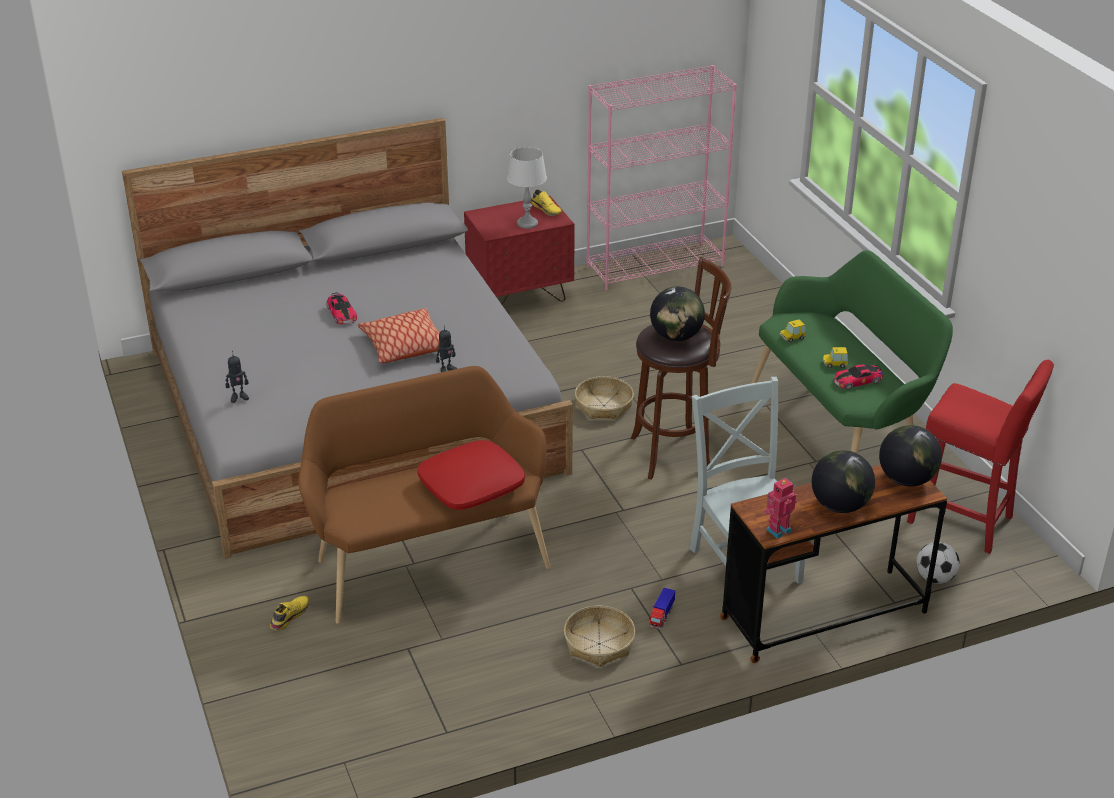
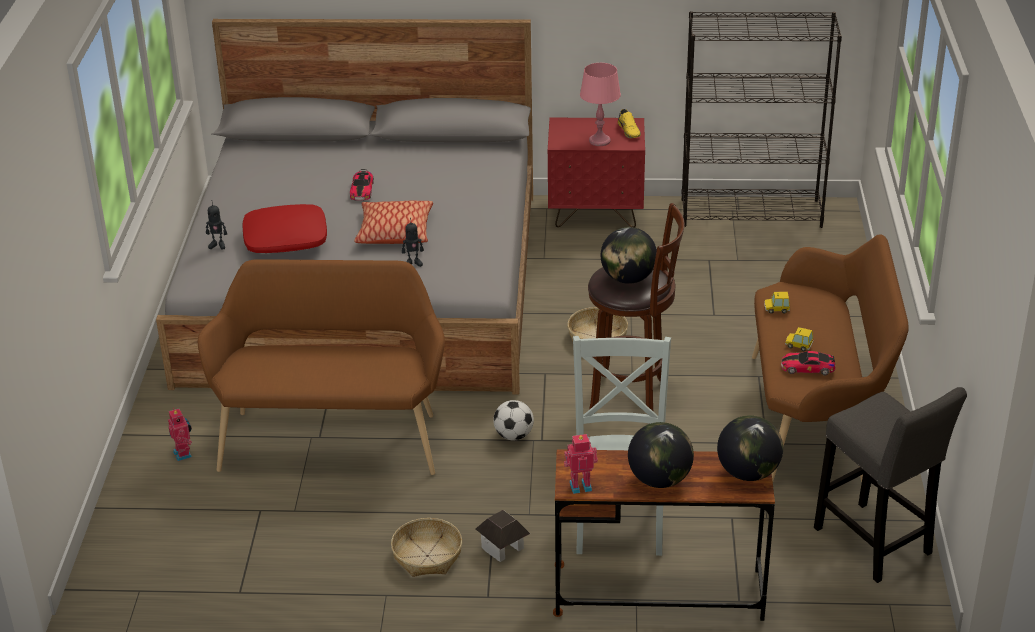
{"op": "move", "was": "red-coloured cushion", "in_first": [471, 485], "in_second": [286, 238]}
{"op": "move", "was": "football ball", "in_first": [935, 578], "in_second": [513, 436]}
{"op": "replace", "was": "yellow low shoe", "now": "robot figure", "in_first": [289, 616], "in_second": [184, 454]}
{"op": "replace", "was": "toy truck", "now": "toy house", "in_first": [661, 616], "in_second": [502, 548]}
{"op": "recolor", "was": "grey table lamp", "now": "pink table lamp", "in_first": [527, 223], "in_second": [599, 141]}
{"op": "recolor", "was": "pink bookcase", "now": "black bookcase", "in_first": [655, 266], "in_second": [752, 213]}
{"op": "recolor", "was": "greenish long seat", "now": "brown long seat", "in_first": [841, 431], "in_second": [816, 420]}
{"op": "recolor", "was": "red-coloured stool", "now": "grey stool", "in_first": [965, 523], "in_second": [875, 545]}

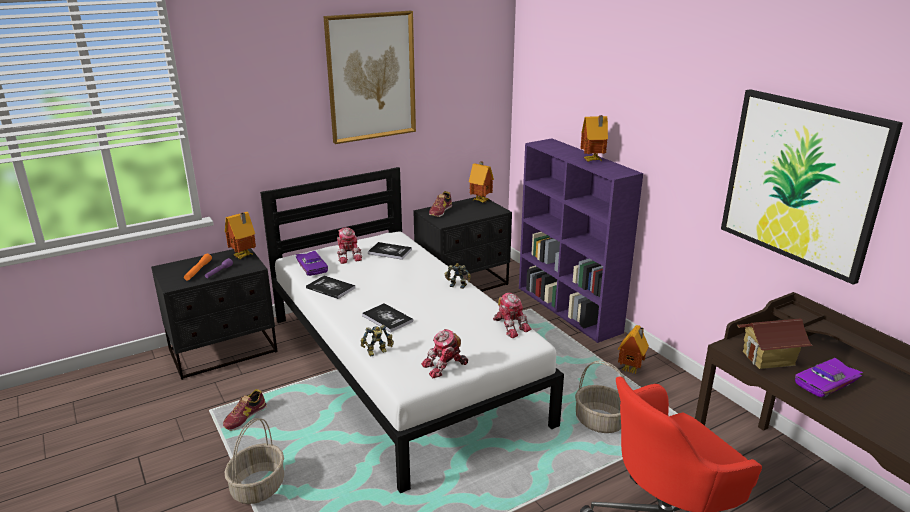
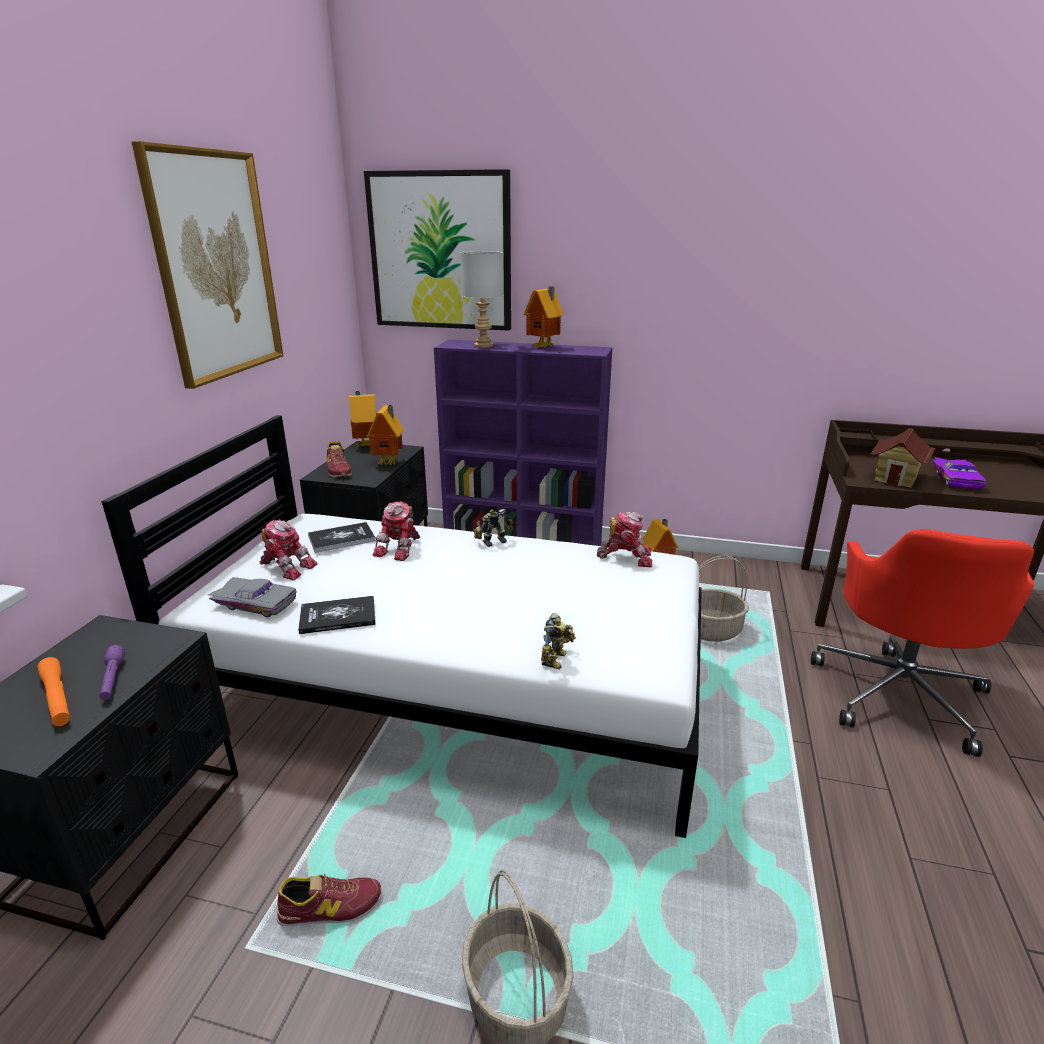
{"op": "delete", "was": "book", "in_first": [387, 318]}
{"op": "insert", "now": "grey table lamp", "in_second": [483, 345]}
{"op": "move", "was": "toy house", "in_first": [244, 256], "in_second": [389, 463]}
{"op": "move", "was": "robot figure", "in_first": [445, 366], "in_second": [400, 548]}
{"op": "move", "was": "picture", "in_first": [802, 182], "in_second": [440, 252]}
{"op": "recolor", "was": "purple miniature car", "now": "grey miniature car", "in_first": [313, 267], "in_second": [256, 602]}
{"op": "rotate", "was": "low shoe", "in_first": [245, 417], "in_second": [330, 908], "clockwise": -90}

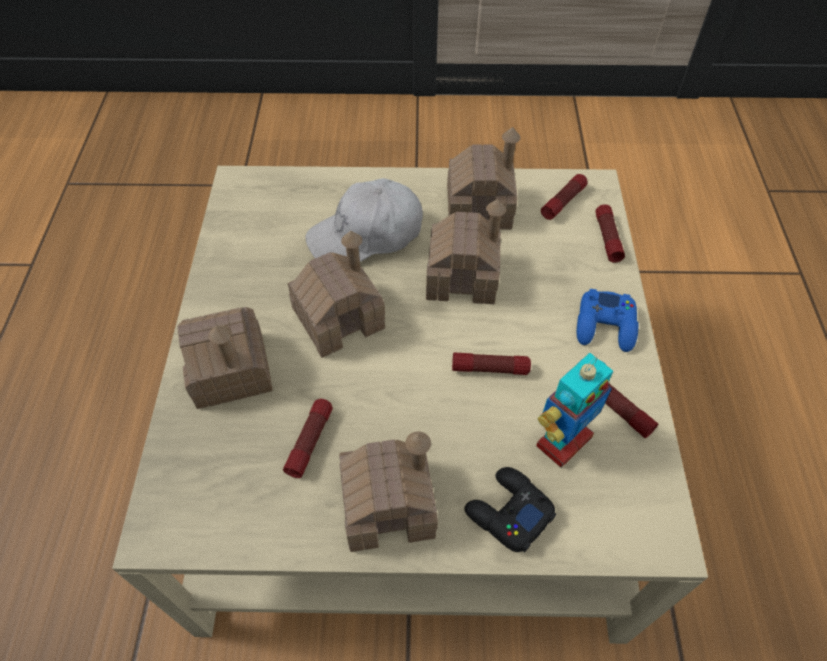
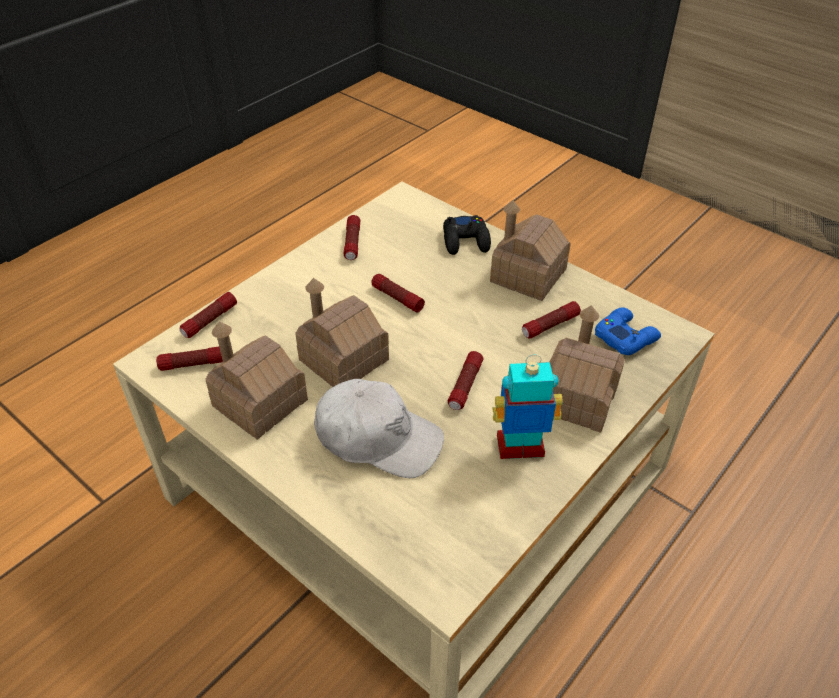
{"op": "move", "was": "robot figure", "in_first": [562, 440], "in_second": [520, 448]}
{"op": "move", "was": "blue gamepad", "in_first": [605, 326], "in_second": [625, 337]}
{"op": "replace", "was": "toy house", "now": "torch", "in_first": [338, 318], "in_second": [465, 386]}

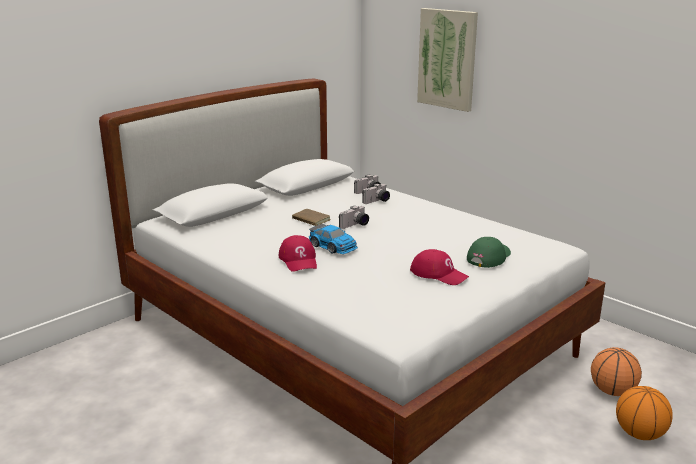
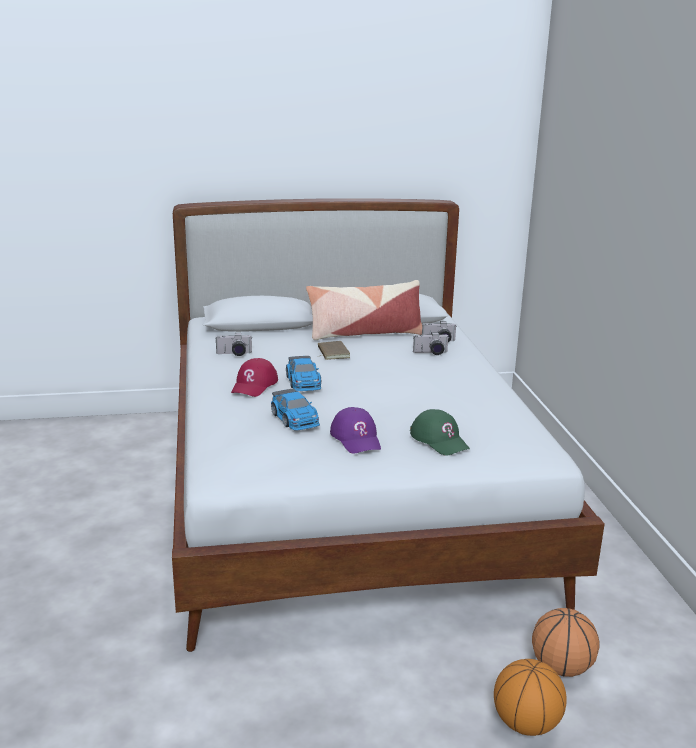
{"op": "delete", "was": "picture", "in_first": [447, 59]}
{"op": "insert", "now": "miniature car", "in_second": [295, 419]}
{"op": "insert", "now": "cushion", "in_second": [365, 333]}
{"op": "move", "was": "photo camera", "in_first": [355, 225], "in_second": [234, 354]}
{"op": "recolor", "was": "red-coloured baseball cap", "now": "purple baseball cap", "in_first": [439, 274], "in_second": [356, 438]}
{"op": "rotate", "was": "greenish baseball cap", "in_first": [489, 257], "in_second": [440, 440], "clockwise": 75}

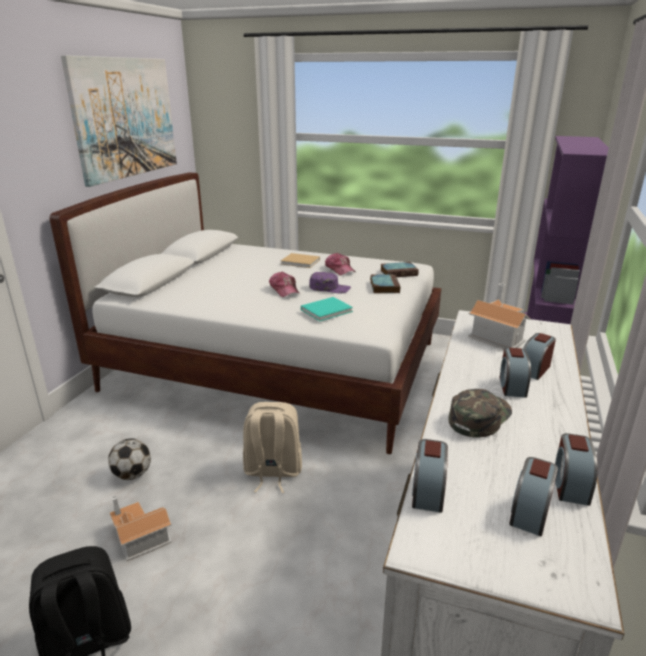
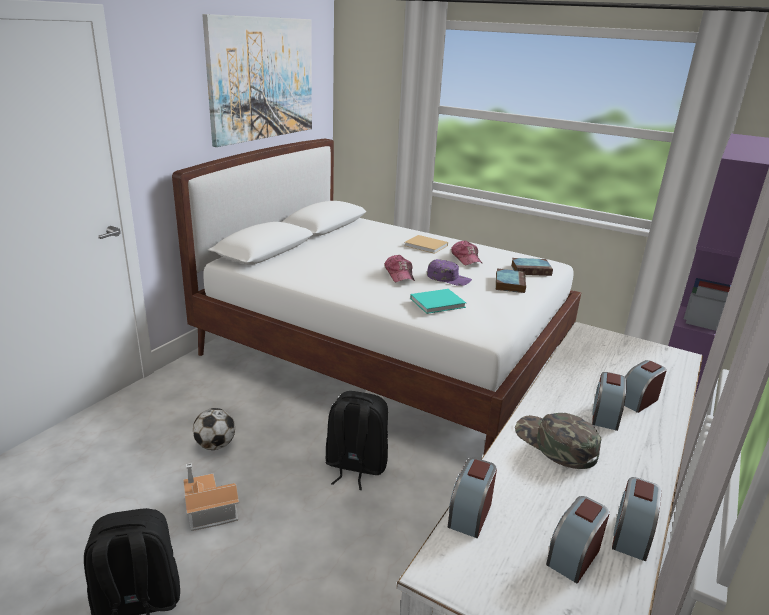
{"op": "delete", "was": "toy house", "in_first": [496, 334]}
{"op": "recolor", "was": "sand-coloured rucksack", "now": "black rucksack", "in_first": [272, 472], "in_second": [355, 466]}
{"op": "rotate", "was": "greenish baseball cap", "in_first": [479, 417], "in_second": [555, 443], "clockwise": -90}

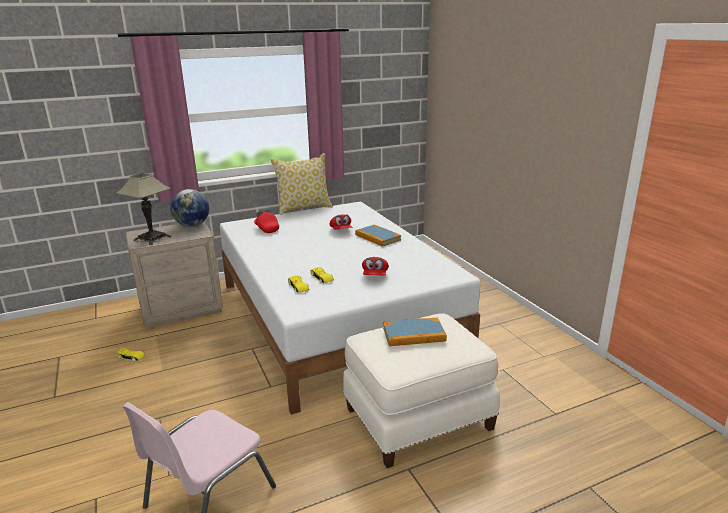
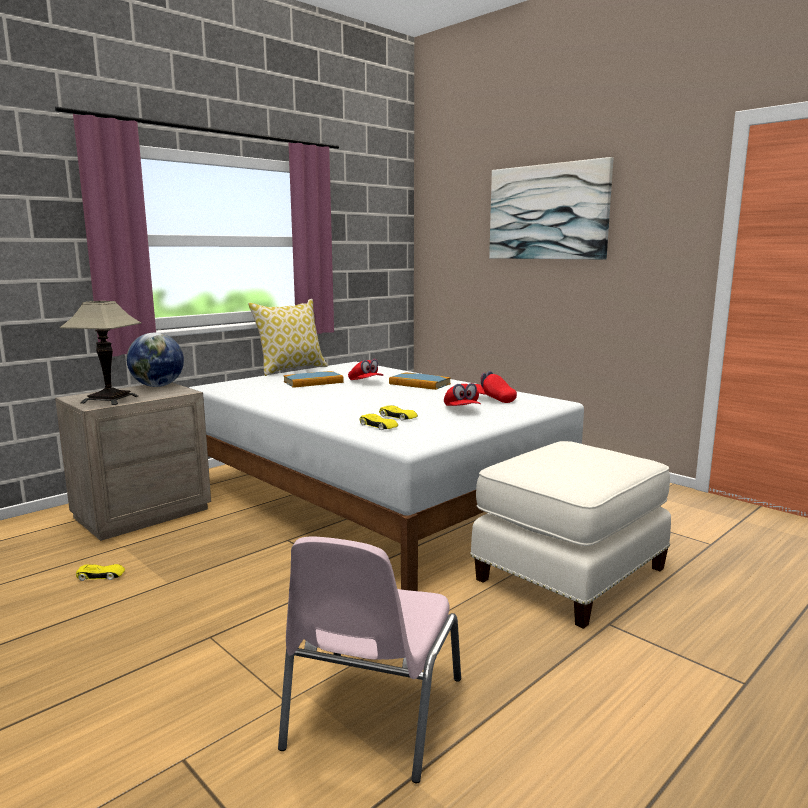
{"op": "insert", "now": "picture", "in_second": [547, 212]}
{"op": "move", "was": "red-coloured baseball cap", "in_first": [267, 229], "in_second": [493, 399]}
{"op": "move", "was": "book", "in_first": [414, 334], "in_second": [313, 382]}

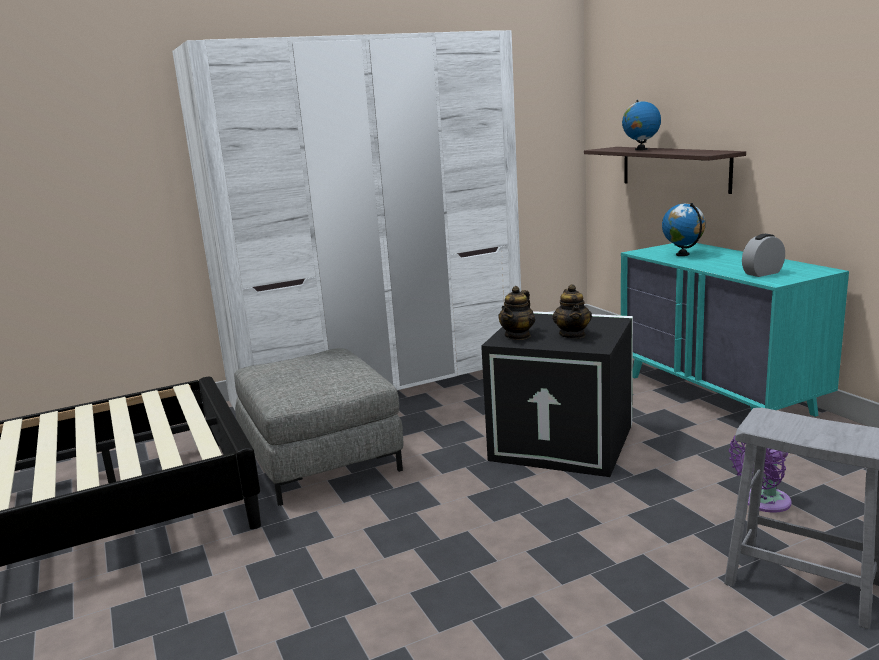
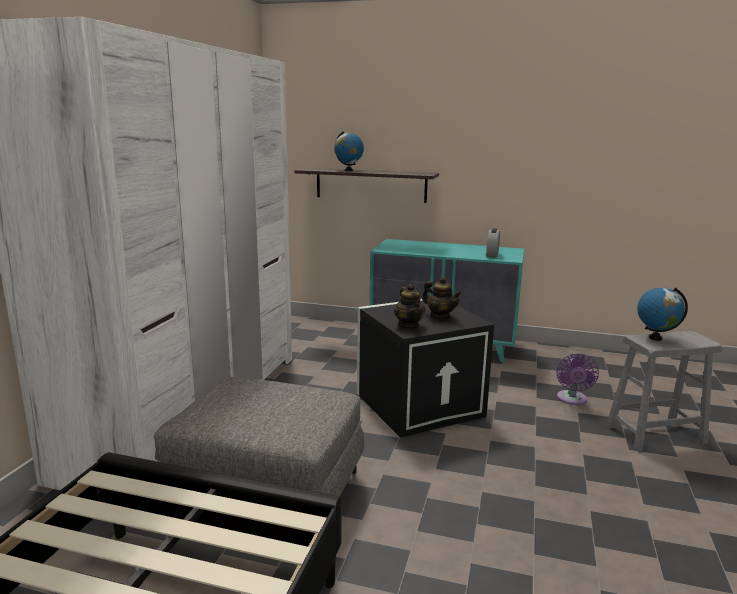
{"op": "move", "was": "world globe", "in_first": [682, 254], "in_second": [655, 338]}

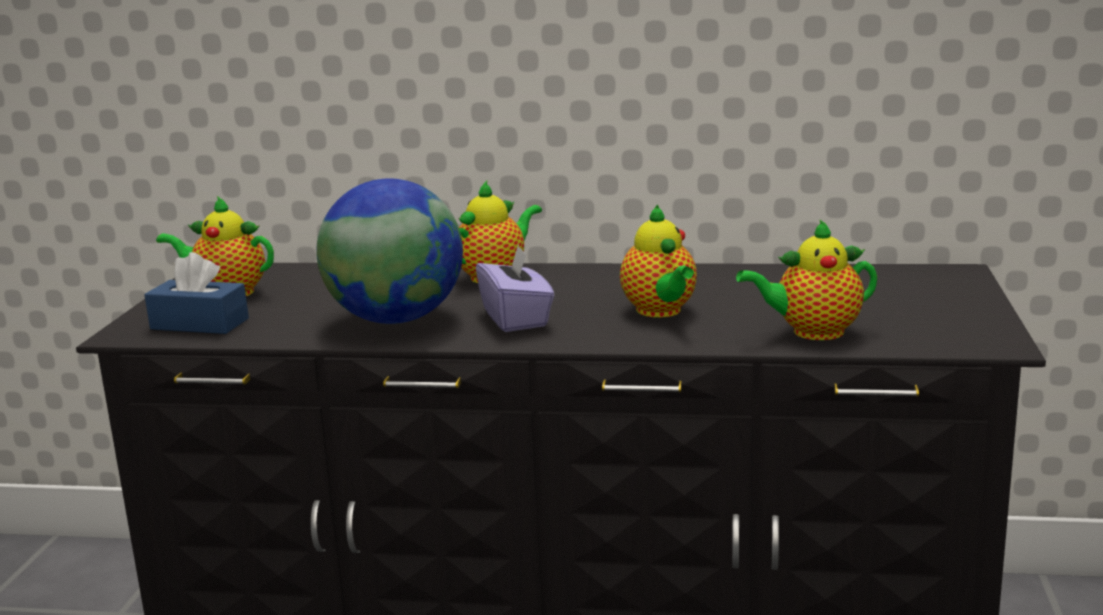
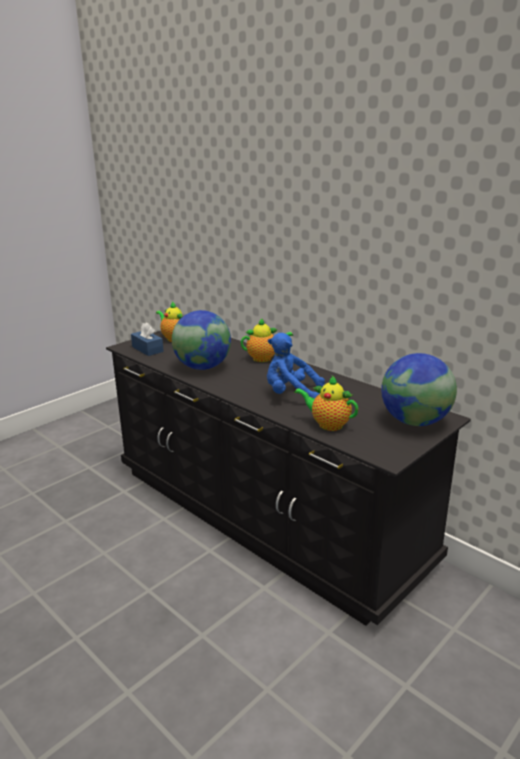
{"op": "delete", "was": "purple tissue holder", "in_first": [516, 318]}
{"op": "insert", "now": "world globe", "in_second": [415, 421]}
{"op": "replace", "was": "tea pot", "now": "blue plush toy", "in_first": [660, 311], "in_second": [291, 395]}

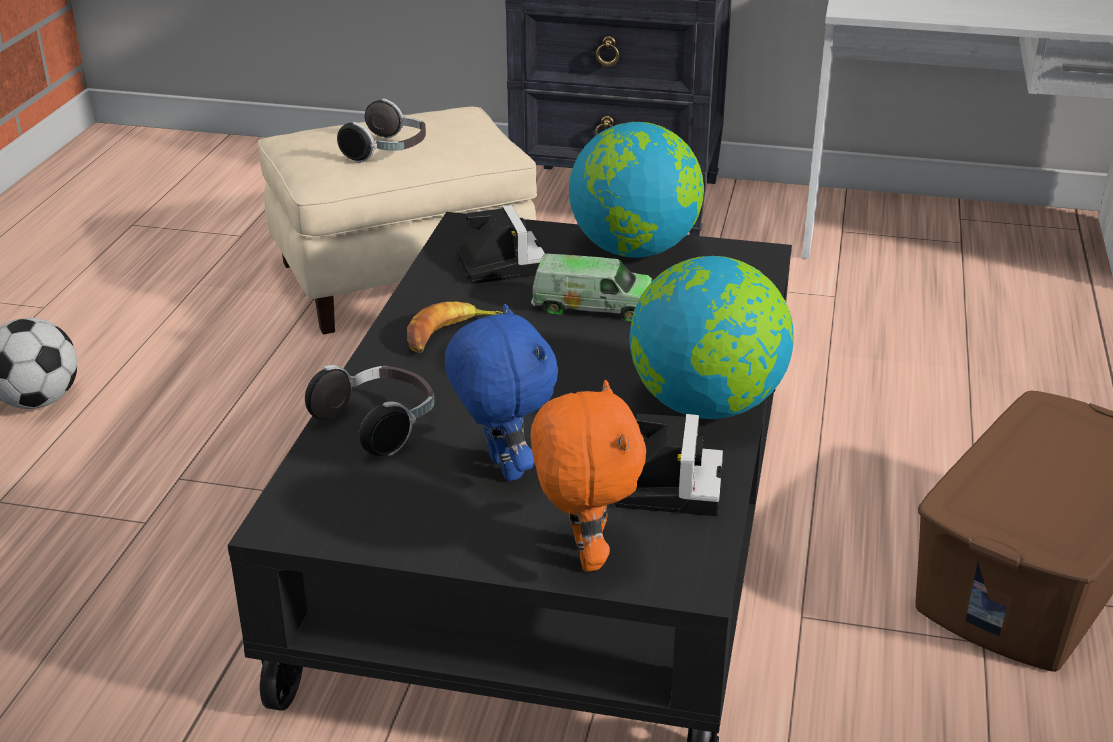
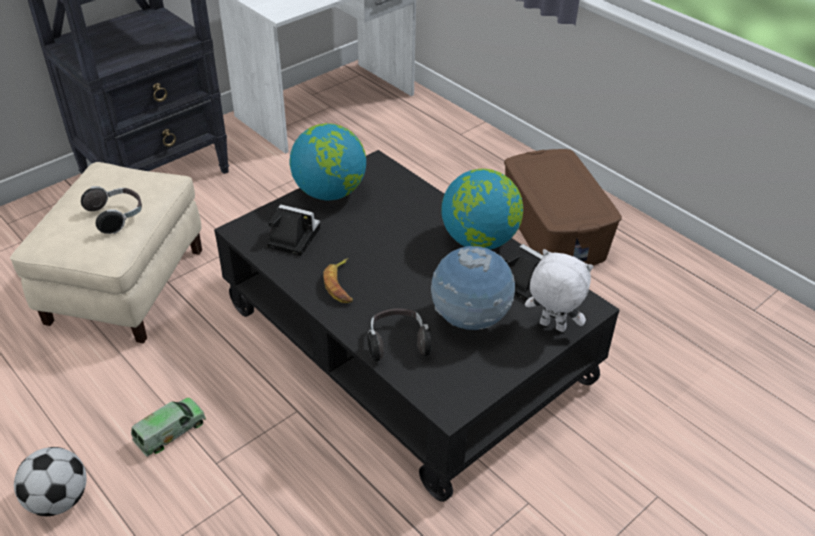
{"op": "move", "was": "toy truck", "in_first": [592, 306], "in_second": [170, 432]}
{"op": "replace", "was": "blue plush toy", "now": "world globe", "in_first": [502, 468], "in_second": [470, 321]}
{"op": "recolor", "was": "orangey plush toy", "now": "white-coloured plush toy", "in_first": [583, 554], "in_second": [551, 327]}

